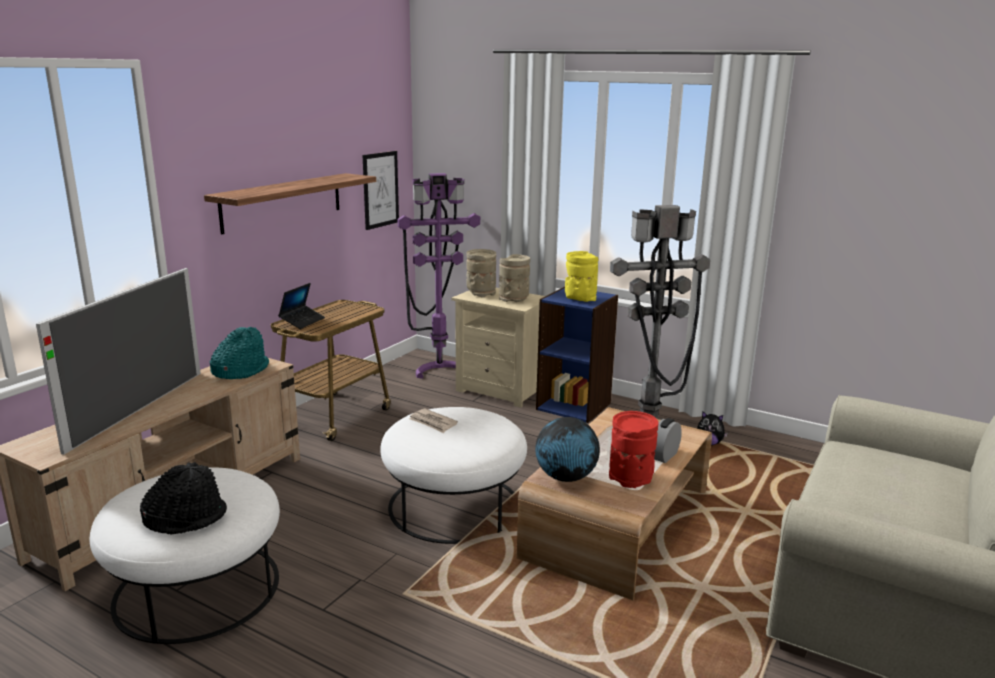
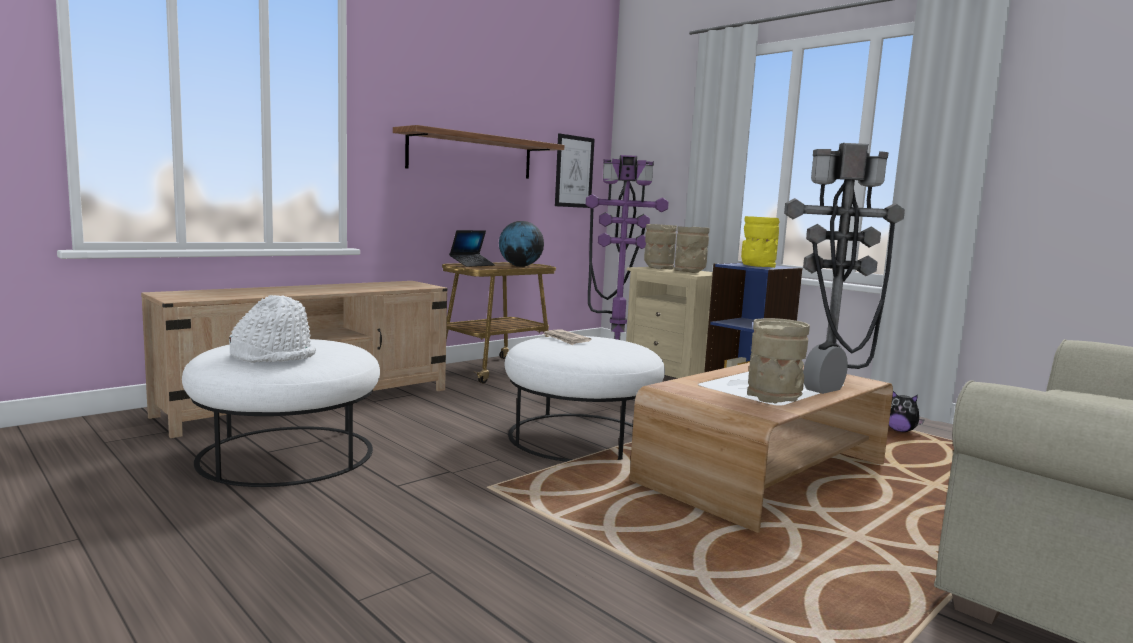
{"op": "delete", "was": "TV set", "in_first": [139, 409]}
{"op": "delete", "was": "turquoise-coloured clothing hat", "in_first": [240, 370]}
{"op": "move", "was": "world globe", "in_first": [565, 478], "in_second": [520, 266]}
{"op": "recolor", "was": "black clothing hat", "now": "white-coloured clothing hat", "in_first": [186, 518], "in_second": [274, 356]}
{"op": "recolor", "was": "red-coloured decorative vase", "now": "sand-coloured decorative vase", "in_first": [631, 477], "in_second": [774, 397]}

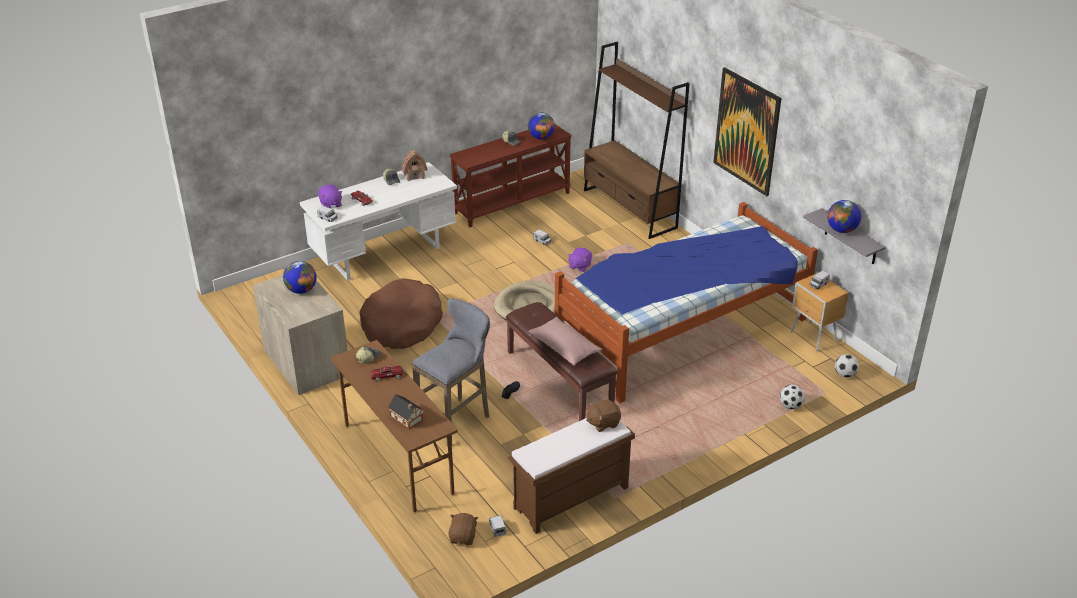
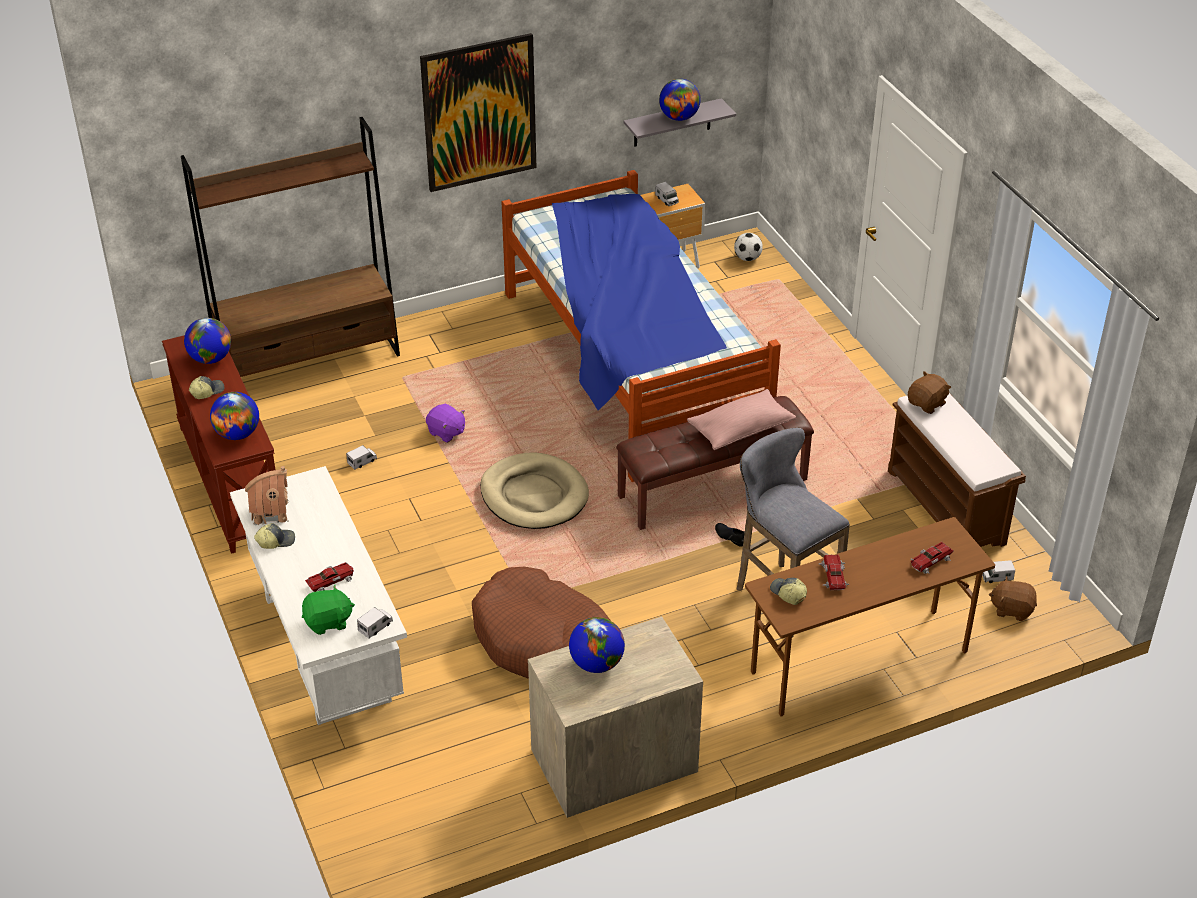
{"op": "delete", "was": "football ball", "in_first": [790, 406]}
{"op": "insert", "now": "world globe", "in_second": [237, 434]}
{"op": "replace", "was": "toy house", "now": "miniature car", "in_first": [407, 419], "in_second": [930, 561]}
{"op": "recolor", "was": "purple plush toy", "now": "greenish plush toy", "in_first": [330, 204], "in_second": [328, 622]}
{"op": "rotate", "was": "brown plush toy", "in_first": [603, 423], "in_second": [927, 404], "clockwise": -120}

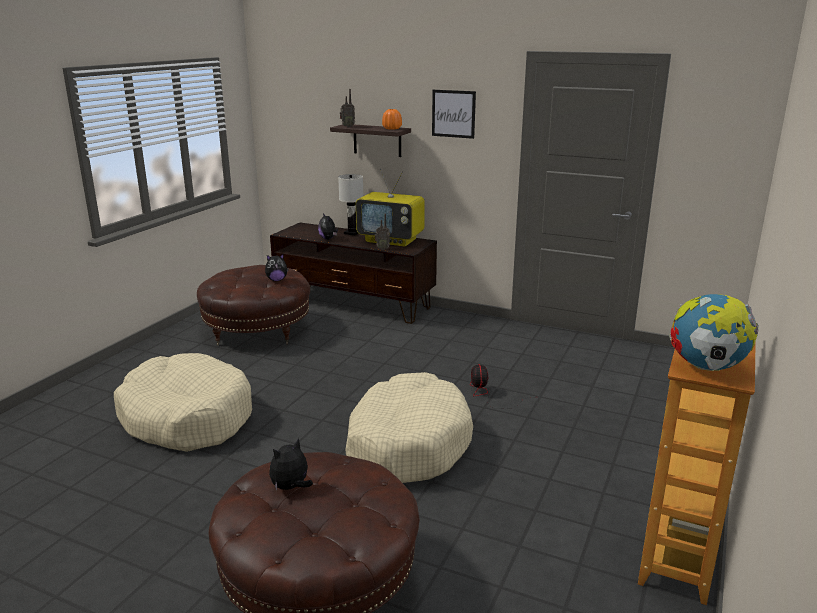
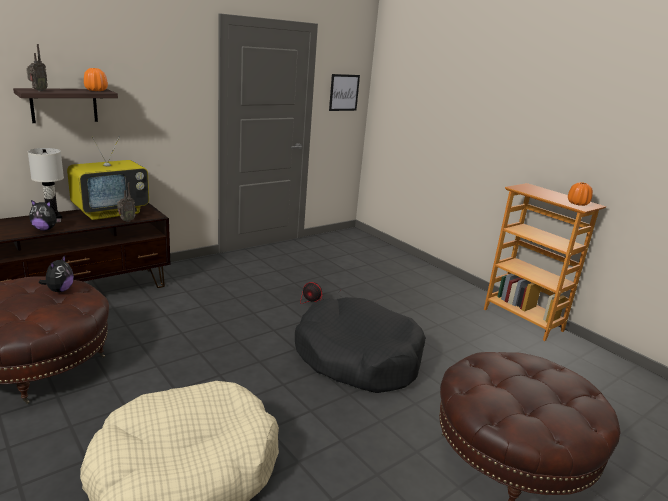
{"op": "delete", "was": "plush toy", "in_first": [291, 487]}
{"op": "move", "was": "picture", "in_first": [453, 114], "in_second": [344, 92]}
{"op": "replace", "was": "world globe", "now": "orangey decorative vase", "in_first": [706, 368], "in_second": [577, 204]}
{"op": "recolor", "was": "sand-coloured dog bed", "now": "black dog bed", "in_first": [407, 444], "in_second": [357, 357]}

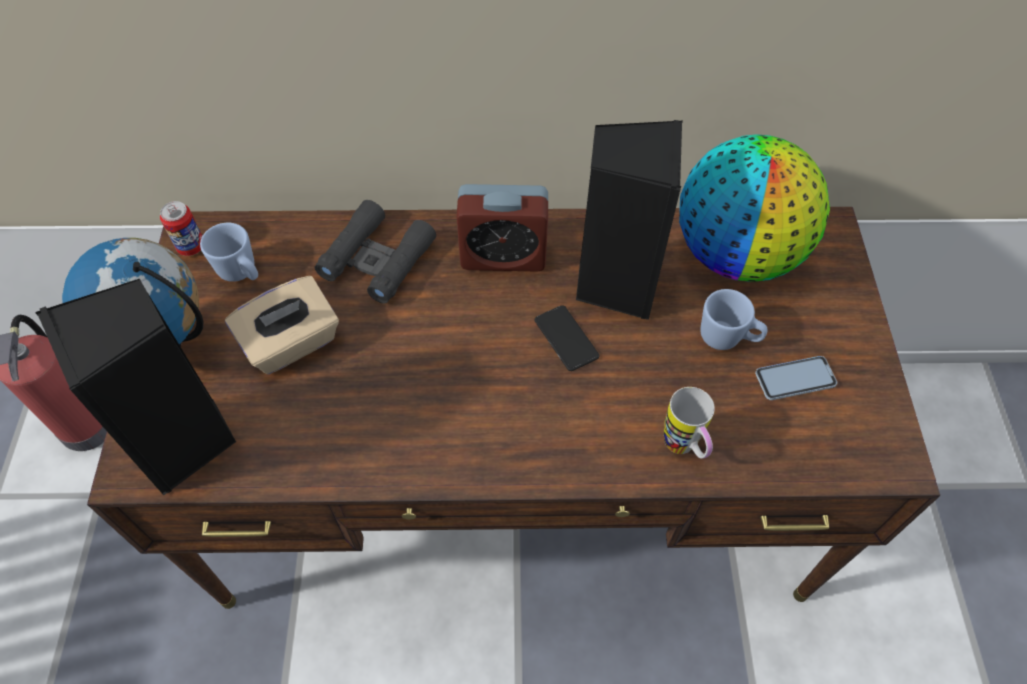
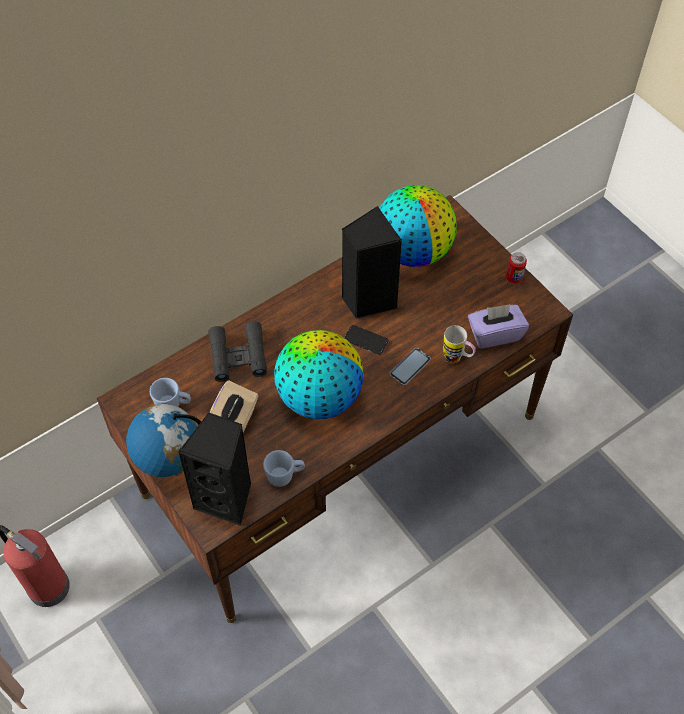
{"op": "delete", "was": "bedside clock", "in_first": [503, 256]}
{"op": "insert", "now": "world globe", "in_second": [319, 397]}
{"op": "insert", "now": "purple tissue holder", "in_second": [495, 334]}
{"op": "move", "was": "sealed can", "in_first": [191, 246], "in_second": [514, 278]}
{"op": "move", "was": "blue mug", "in_first": [727, 338], "in_second": [285, 476]}
{"op": "move", "was": "handset", "in_first": [795, 379], "in_second": [410, 367]}

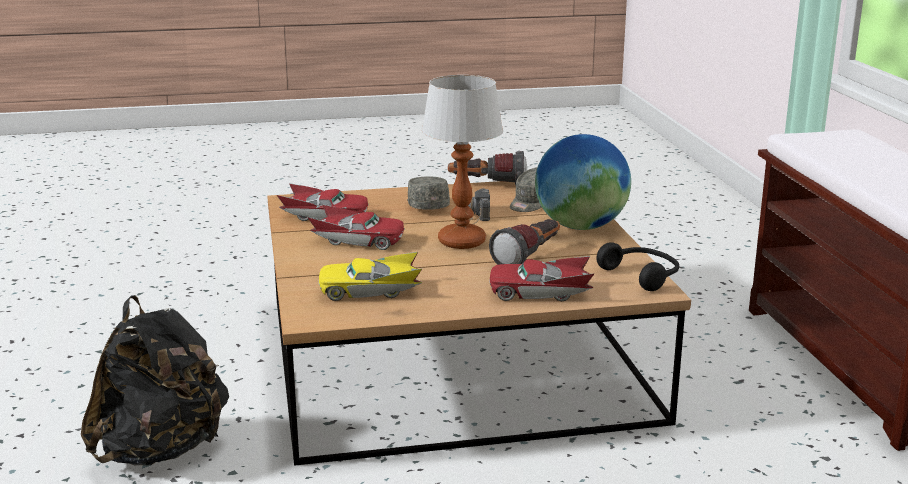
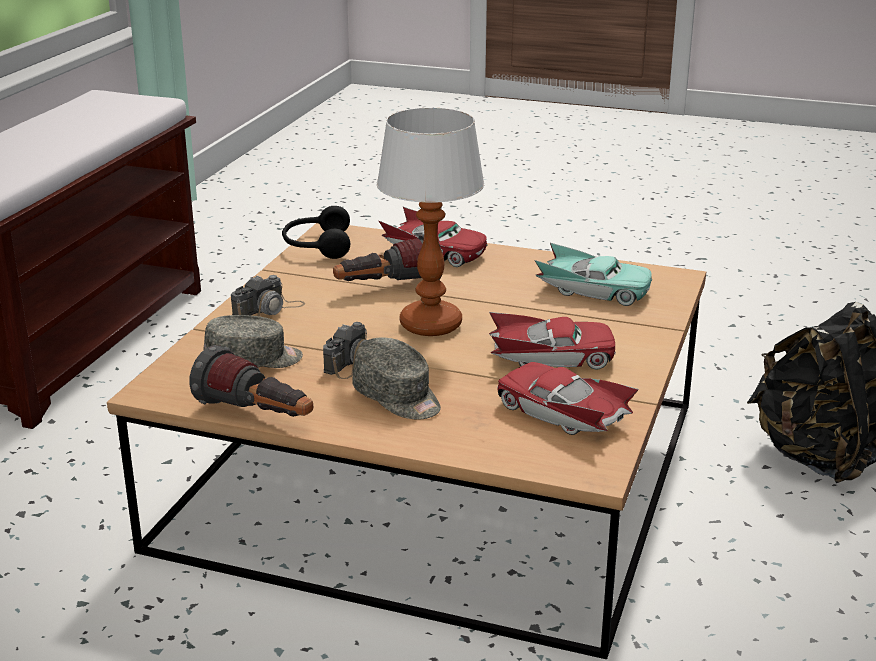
{"op": "replace", "was": "world globe", "now": "photo camera", "in_first": [581, 227], "in_second": [268, 310]}
{"op": "recolor", "was": "yellow miniature car", "now": "turquoise-coloured miniature car", "in_first": [370, 291], "in_second": [593, 291]}
{"op": "rotate", "was": "red-coloured miniature car", "in_first": [358, 240], "in_second": [551, 358], "clockwise": 135}
{"op": "rotate", "was": "grey baseball cap", "in_first": [426, 205], "in_second": [398, 398], "clockwise": -60}

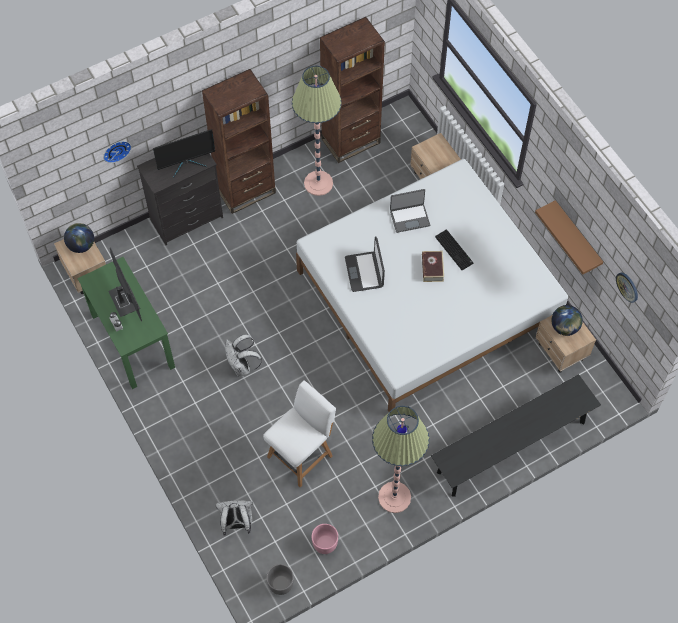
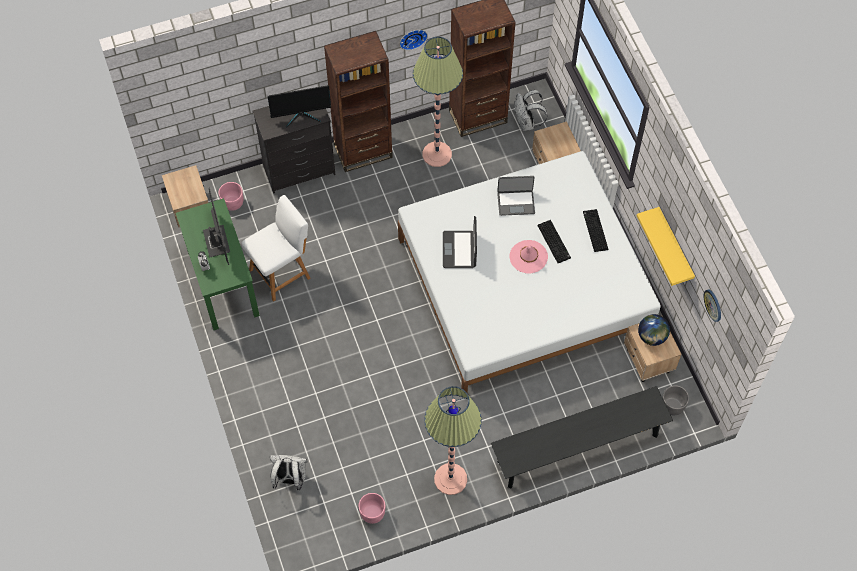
{"op": "delete", "was": "world globe", "in_first": [81, 245]}
{"op": "insert", "now": "pink plant pot", "in_second": [233, 202]}
{"op": "insert", "now": "PC keyboard", "in_second": [594, 230]}
{"op": "move", "was": "clock on the wall", "in_first": [116, 150], "in_second": [412, 38]}
{"op": "move", "was": "white-coloured rucksack", "in_first": [242, 366], "in_second": [527, 123]}
{"op": "move", "was": "white-coloured plain chair", "in_first": [301, 454], "in_second": [281, 272]}
{"op": "move", "was": "grey plant pot", "in_first": [280, 584], "in_second": [672, 406]}
{"op": "replace", "was": "book", "now": "pink clothing hat", "in_first": [432, 268], "in_second": [528, 257]}
{"op": "recolor", "was": "brown wall shelf", "now": "yellow wall shelf", "in_first": [577, 237], "in_second": [675, 247]}

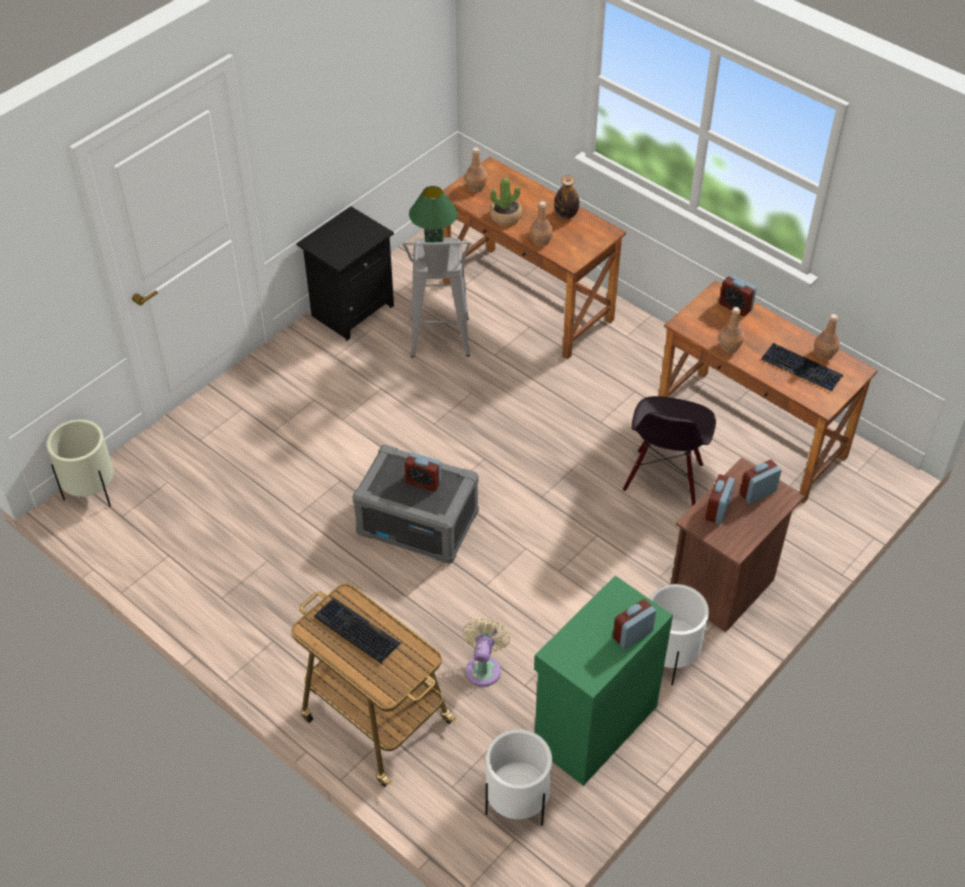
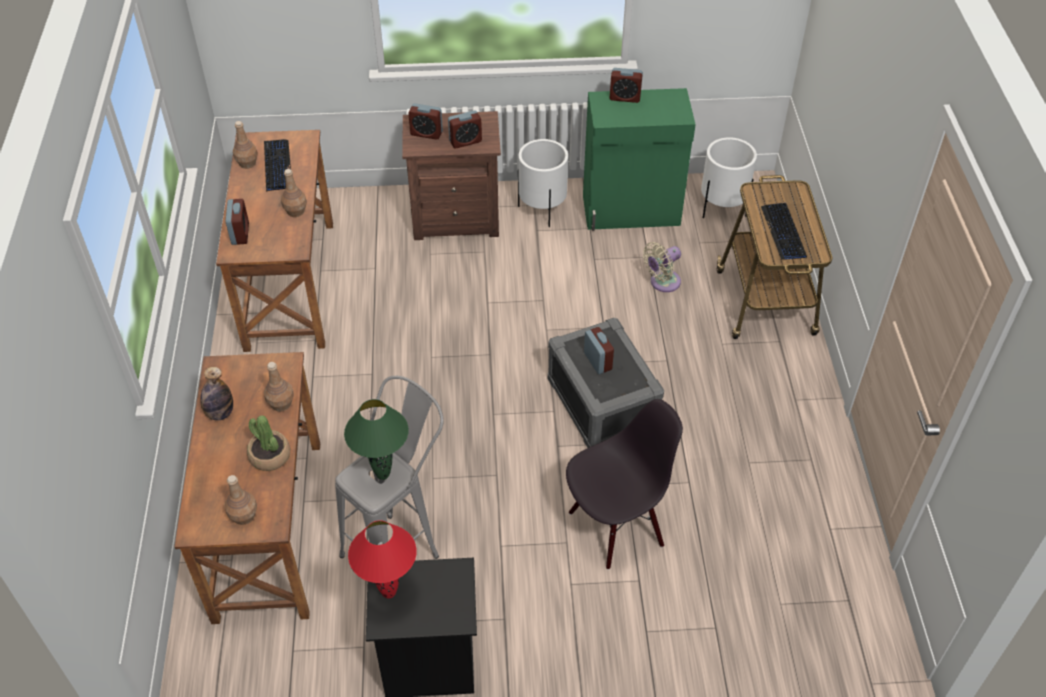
{"op": "delete", "was": "sand-coloured plant pot", "in_first": [91, 492]}
{"op": "insert", "now": "red-coloured table lamp", "in_second": [388, 593]}
{"op": "move", "was": "black plain chair", "in_first": [664, 479], "in_second": [616, 527]}

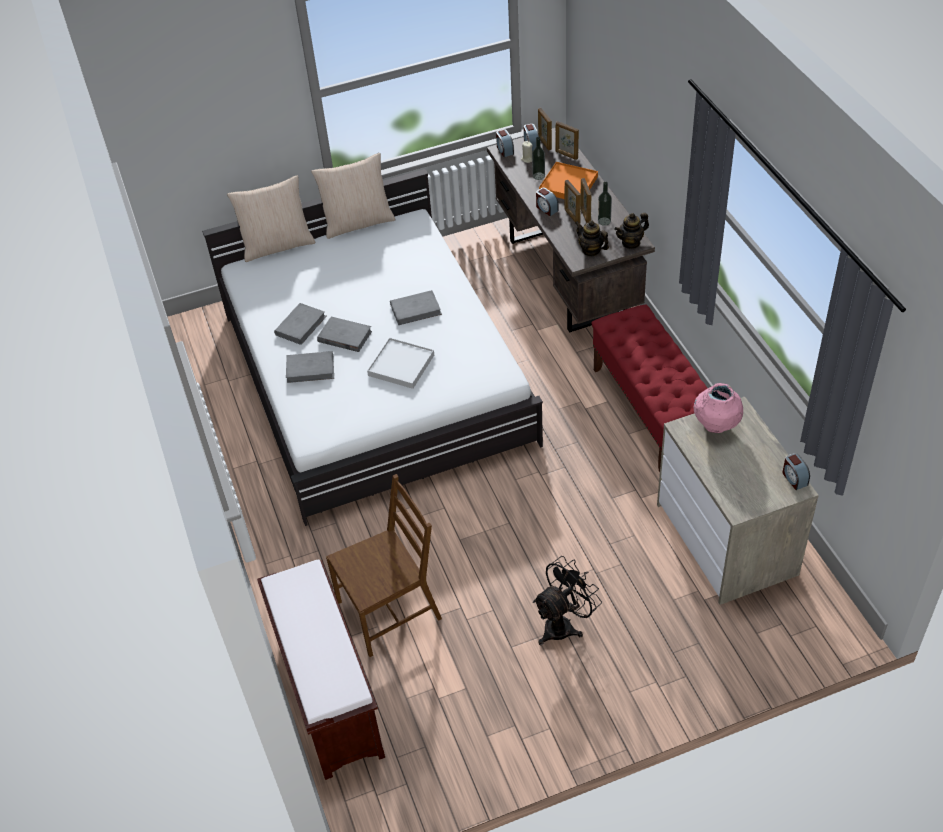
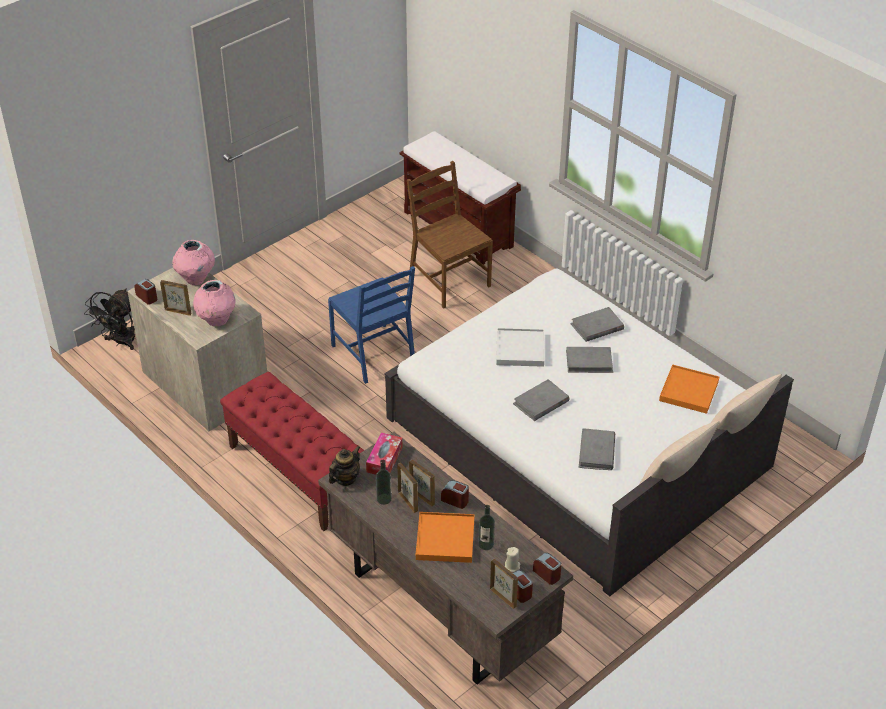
{"op": "insert", "now": "pink decorative vase", "in_second": [196, 279]}
{"op": "insert", "now": "blue plain chair", "in_second": [374, 354]}
{"op": "insert", "now": "orangey carrying tray", "in_second": [689, 391]}
{"op": "move", "was": "grey book", "in_first": [300, 325], "in_second": [596, 452]}
{"op": "move", "was": "black electric fan", "in_first": [564, 624], "in_second": [120, 342]}
{"op": "move", "was": "photo frame", "in_first": [566, 155], "in_second": [178, 311]}
{"op": "replace", "was": "tea pot", "now": "tissue holder", "in_first": [591, 250], "in_second": [384, 459]}
{"op": "rotate", "was": "brown plain chair", "in_first": [390, 610], "in_second": [448, 280], "clockwise": 105}

